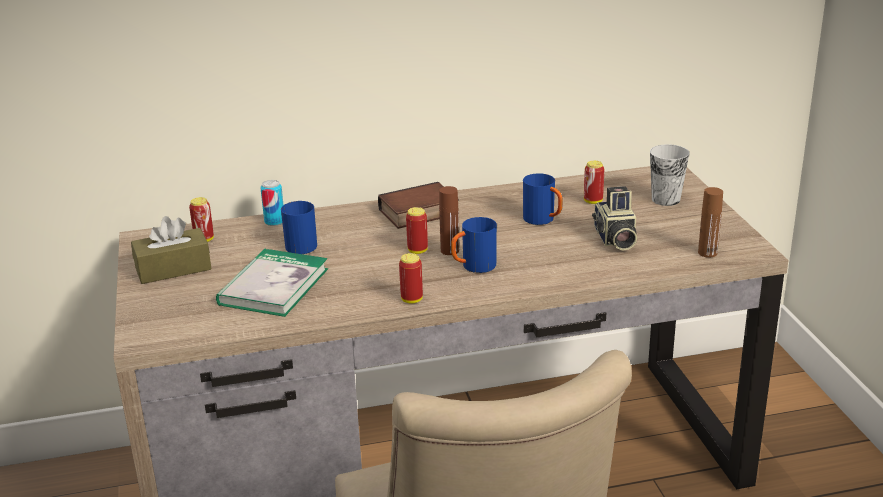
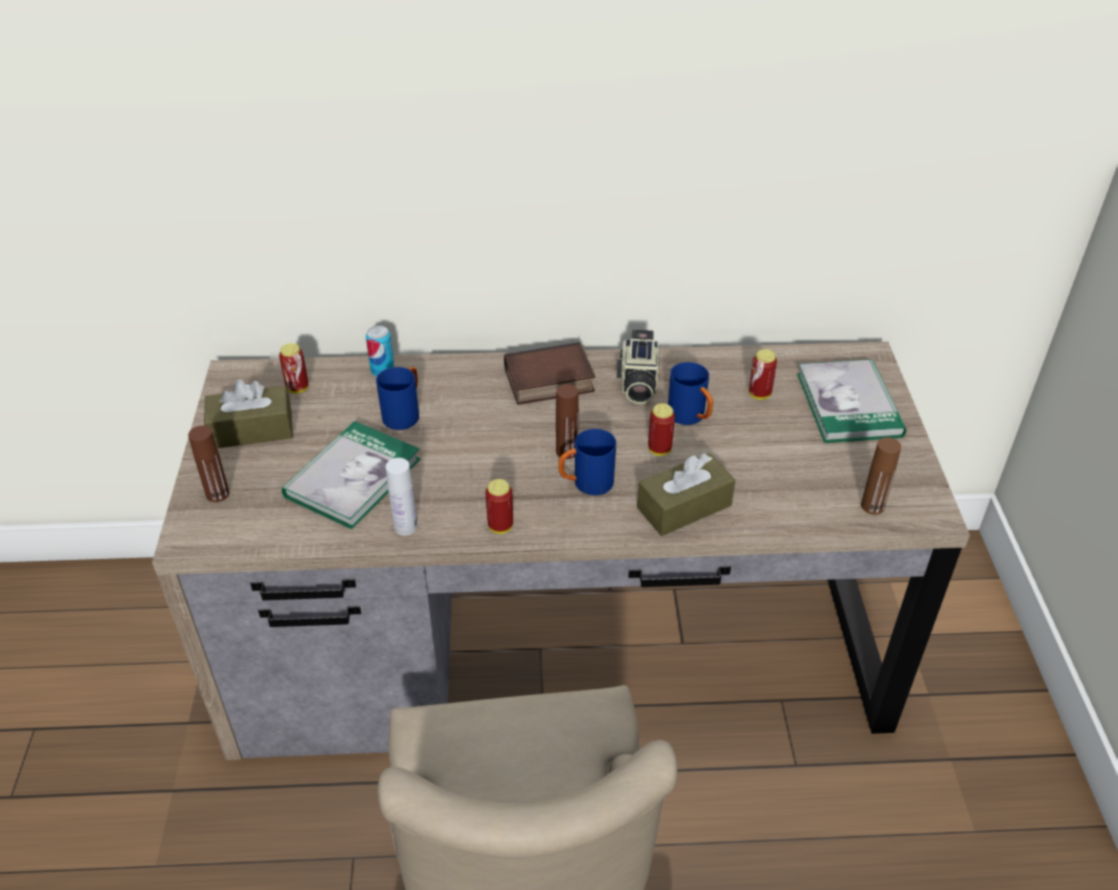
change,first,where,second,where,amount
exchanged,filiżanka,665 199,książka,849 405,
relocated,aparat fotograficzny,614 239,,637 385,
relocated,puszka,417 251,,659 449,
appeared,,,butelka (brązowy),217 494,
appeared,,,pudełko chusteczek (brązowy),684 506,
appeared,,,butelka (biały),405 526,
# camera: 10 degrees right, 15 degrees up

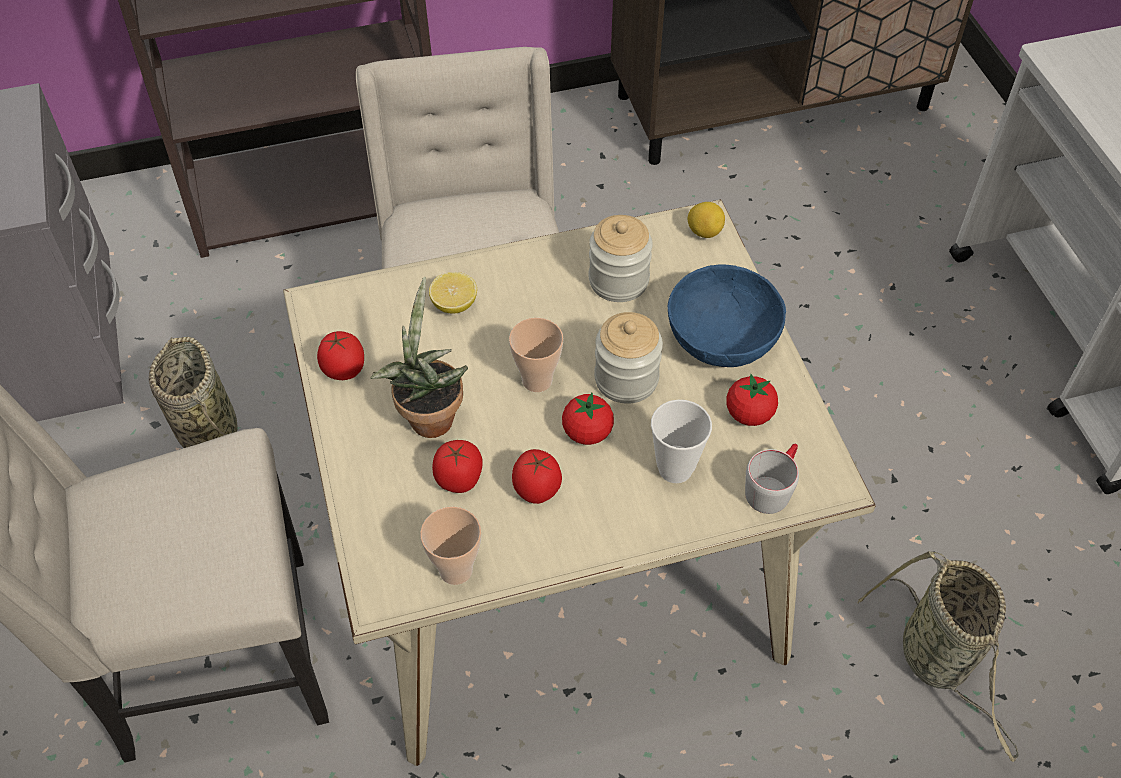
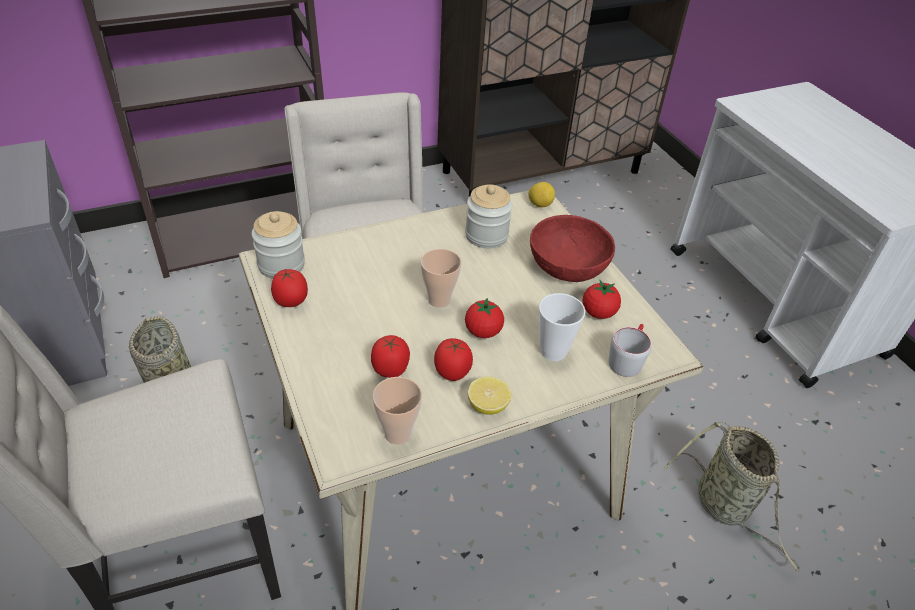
change,first,where,second,where,amount
colour,miska (niebieski),721 339,miska (czerwony),567 267,
relocated,cytryna,454 304,,488 406,
missing,roślina doniczkowa,428 415,,,
relocated,słoik,626 379,,281 265,
# camera: 10 degrees left, 10 degrees down

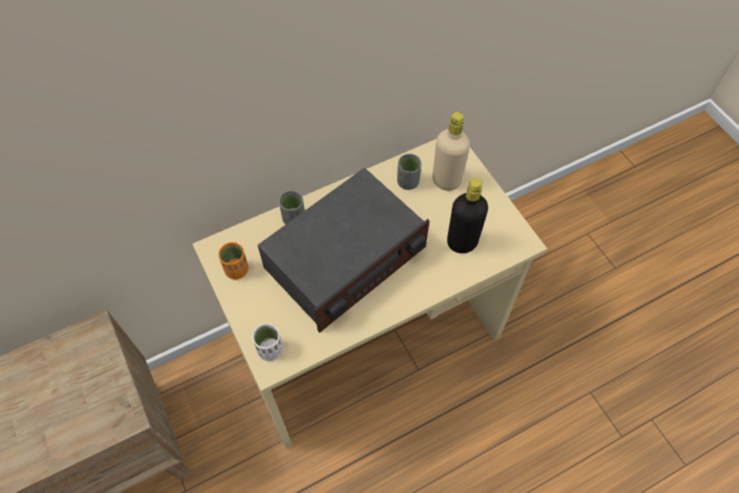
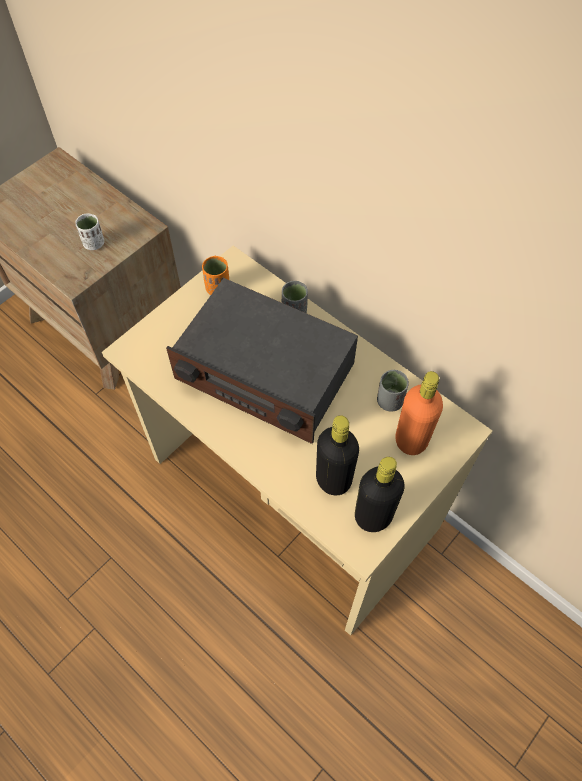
change,first,where,second,where,amount
colour,butelka (beżowy),446 180,butelka (pomarańczowy),411 440,
relocated,filiżanka (biały),270 350,,94 243,
appeared,,,butelka (czarny),373 516,
# camera: 70 degrees right, 0 degrees up

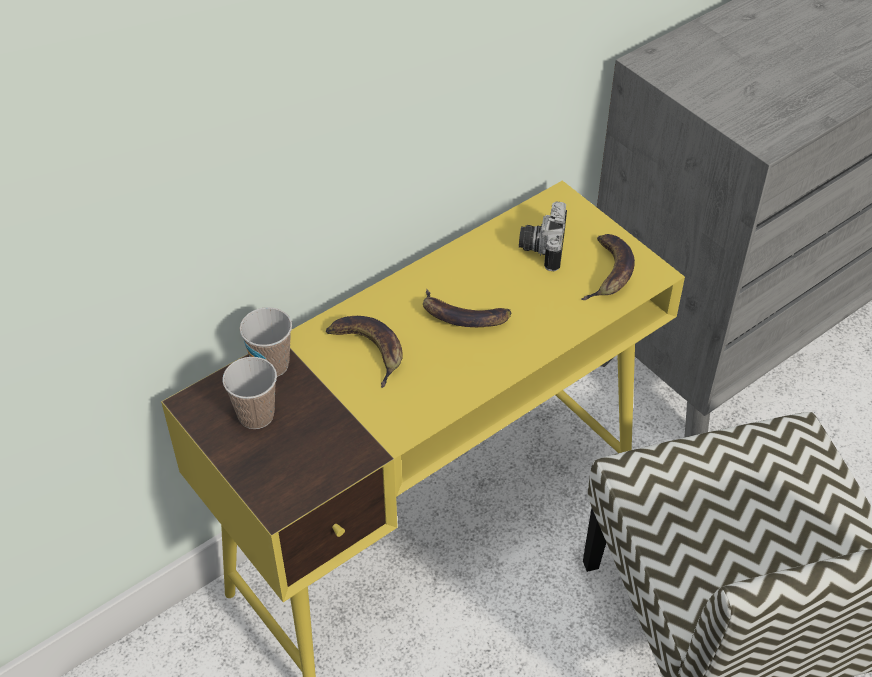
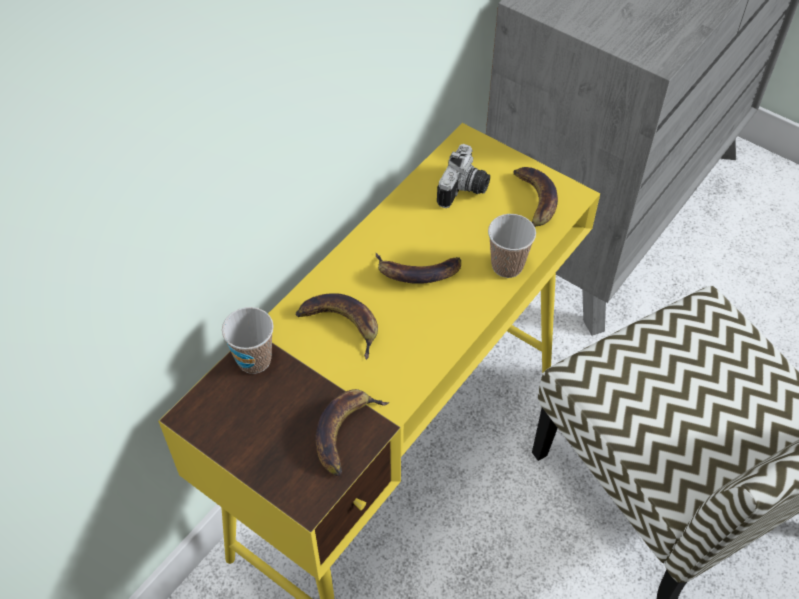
change,first,where,second,where,amount
spun,aparat fotograficzny,541 247,,465 190,150 degrees counterclockwise
relocated,filiżanka,256 415,,507 266,
appeared,,,banan,345 431,
# camera: 15 degrees left, 5 degrees up

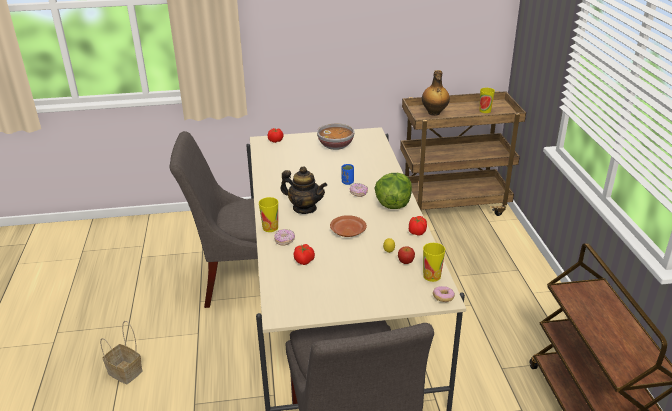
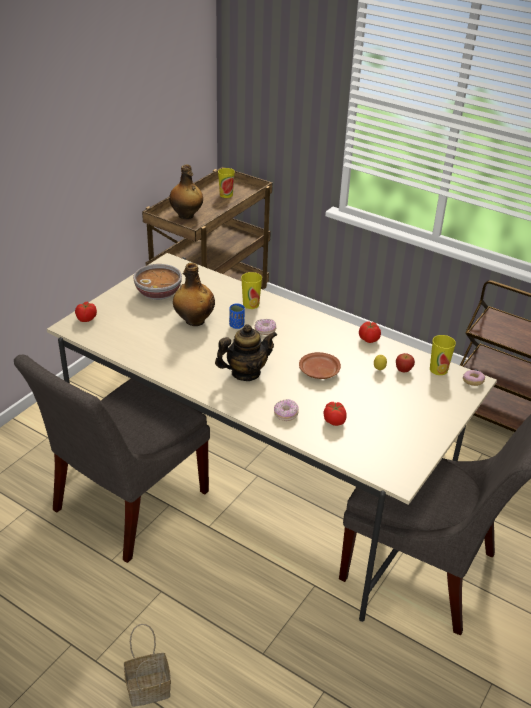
change,first,where,second,where,amount
missing,sałata,393 204,,,
relocated,filiżanka,270 227,,251 304,
appeared,,,butelka,194 321,
# camera: 50 degrees left, 5 degrees up

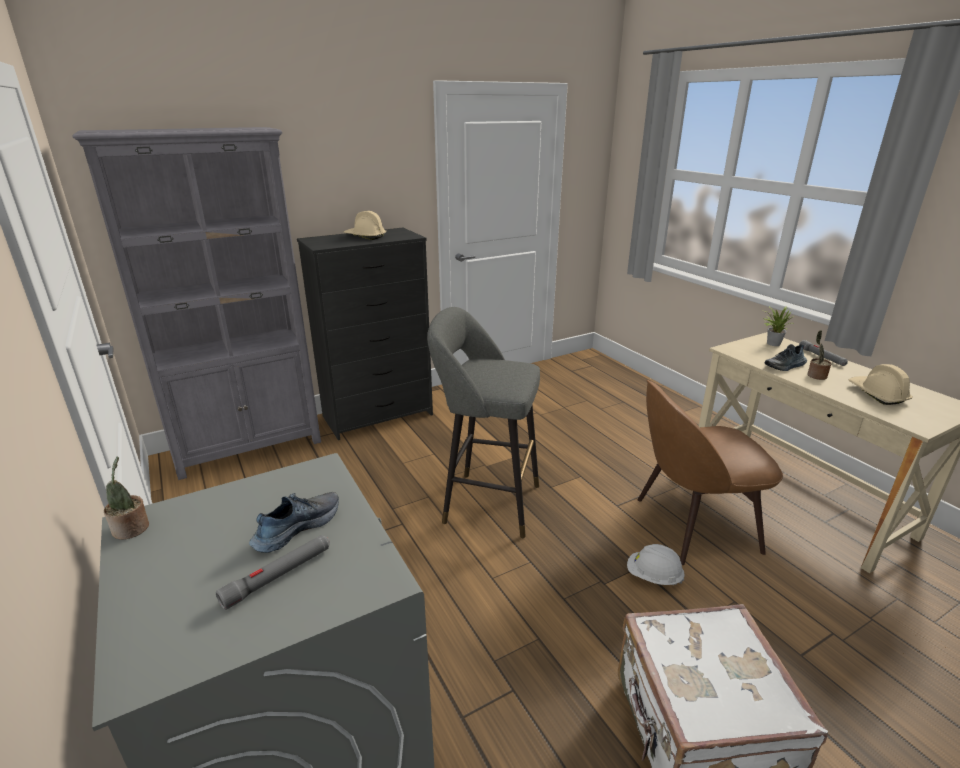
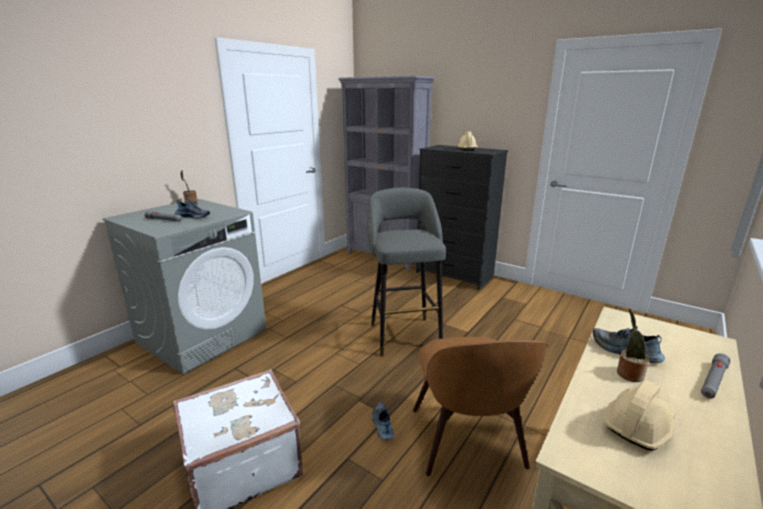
change,first,where,second,where,amount
missing,roślina doniczkowa,771 343,,,
spun,krzesło (brązowy),691 525,,467 441,150 degrees counterclockwise
exchanged,kask (biały),653 577,but,382 424,
# camera: 65 degrees right, 5 degrees down

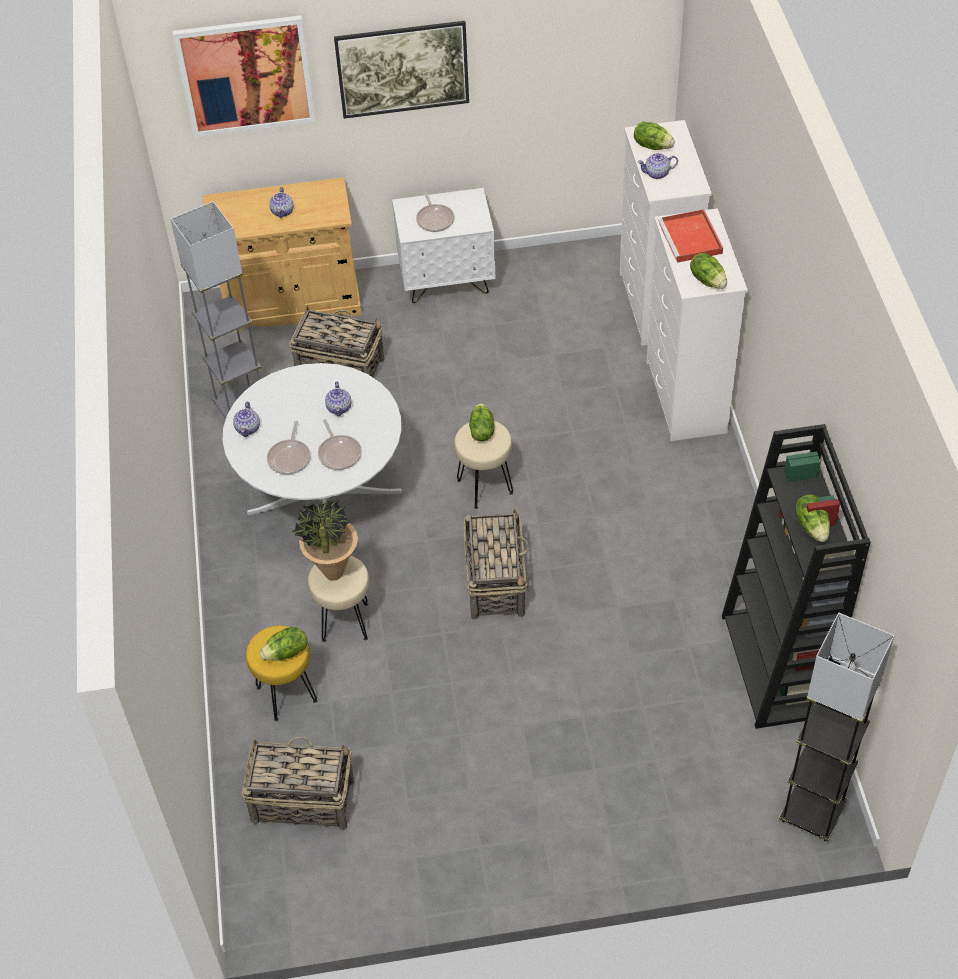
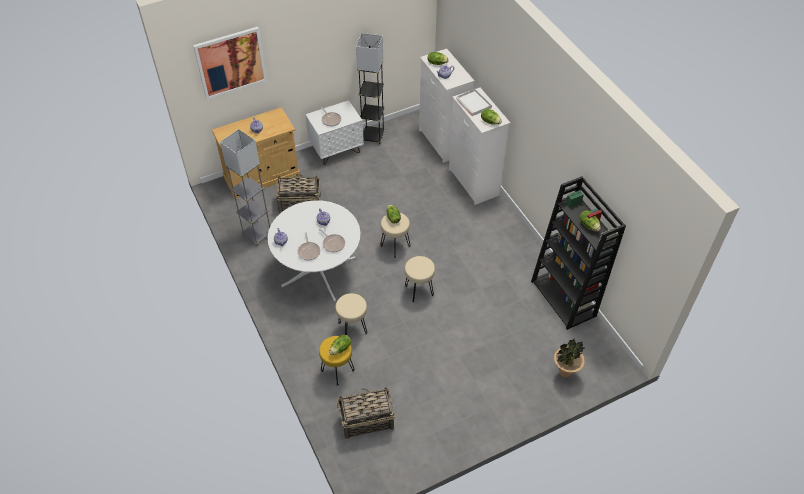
change,first,where,second,where,amount
missing,obraz,404 89,,,
colour,taca (czerwony),691 239,taca (biały),474 104,
relocated,roślina doniczkowa,333 573,,564 374,
exchanged,koszyk,495 581,stołek (beżowy),418 290,
relocated,lampa stojąca (szary),812 813,,373 136,
# camera: 20 degrees left, 0 degrees up

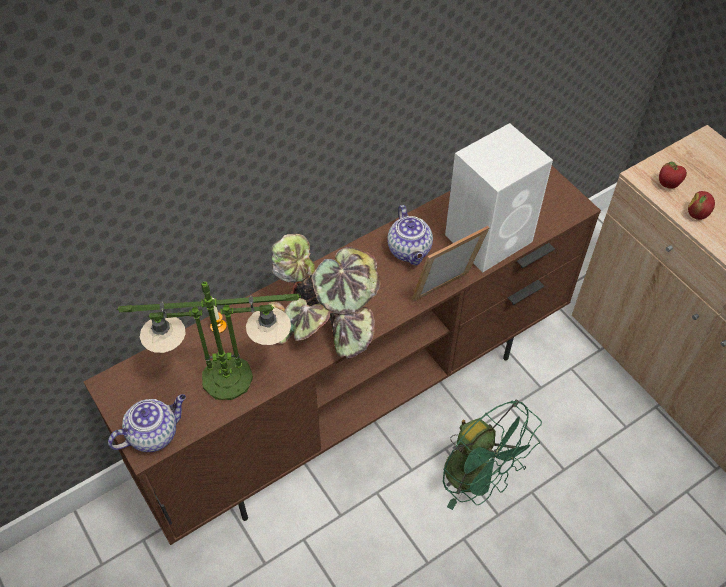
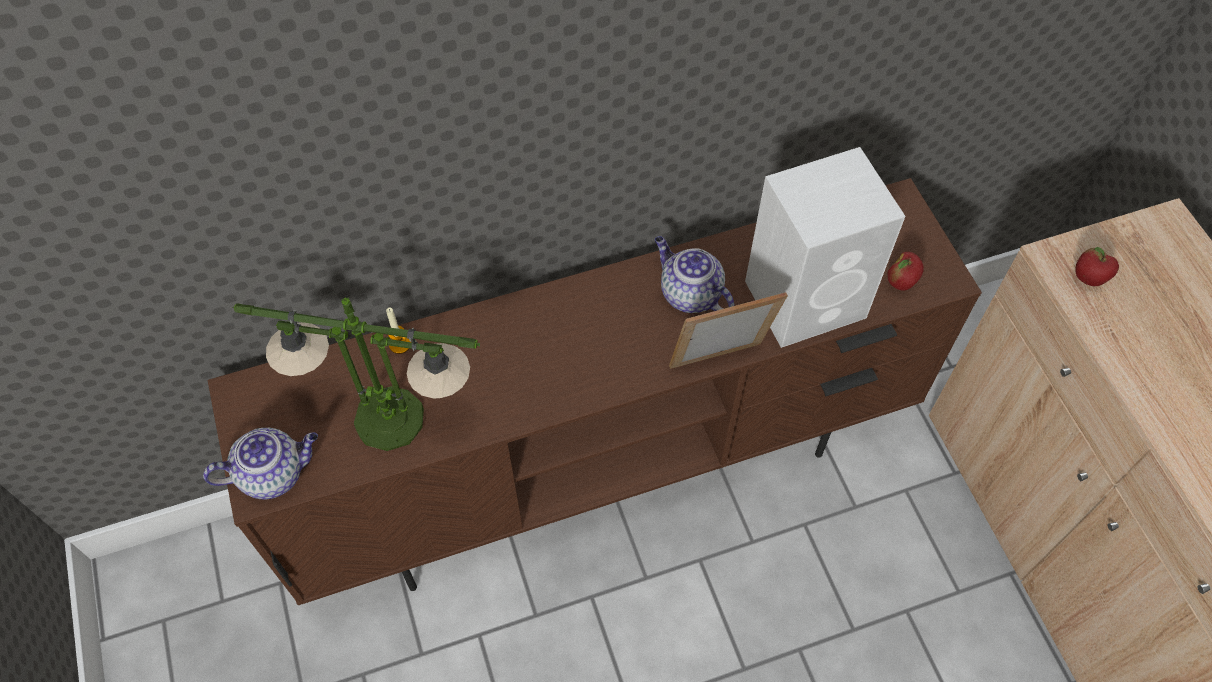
change,first,where,second,where,amount
relocated,jabłko,697 215,,901 282,
spun,imbryk,410 251,,689 294,135 degrees clockwise
missing,roślina doniczkowa,325 322,,,
missing,wentylator (zielony),478 478,,,
# camera: 15 degrees right, 5 degrees up

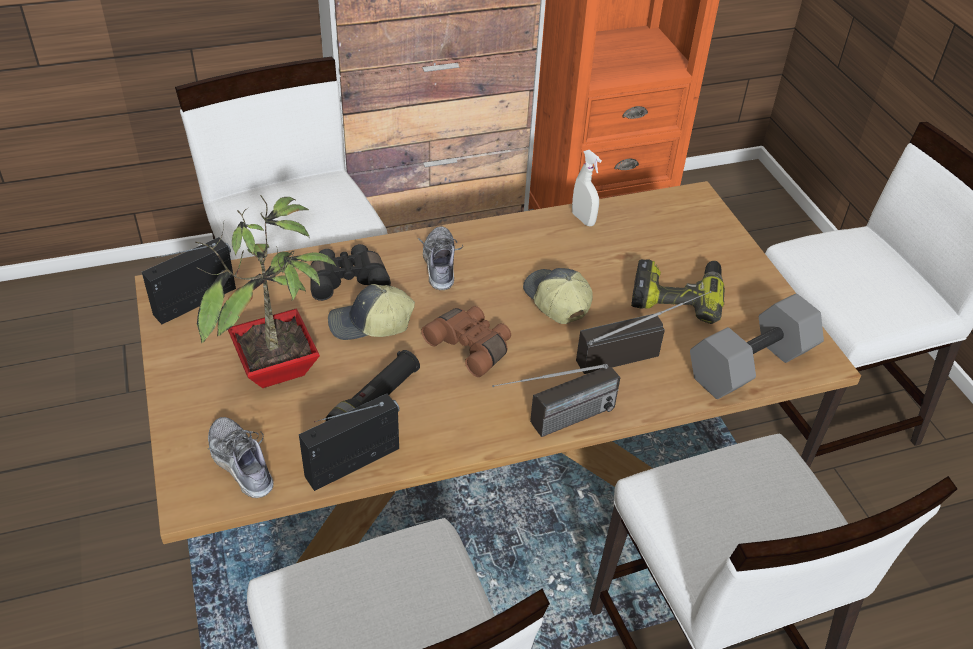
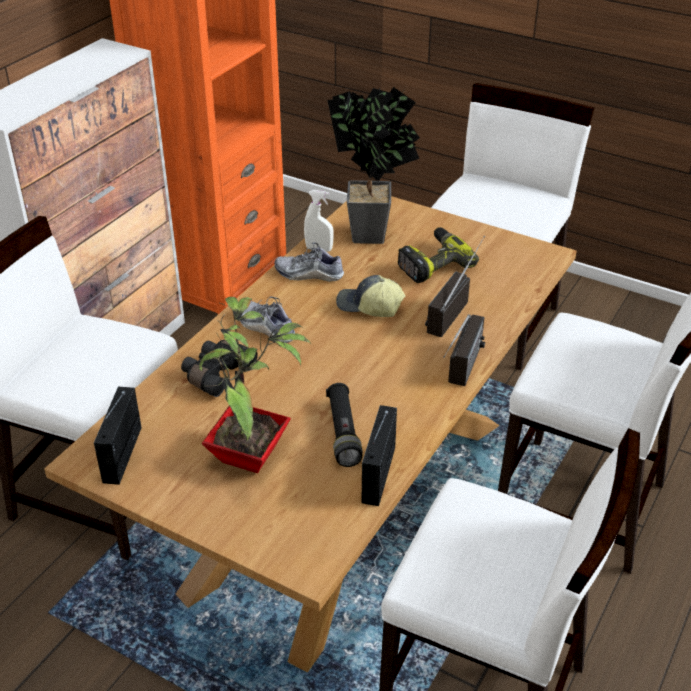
change,first,where,second,where,amount
missing,czapka z daszkiem,370 325,,,
missing,hantel (szary),751 367,,,
missing,lornetka (brązowy),471 346,,,
relocated,but,241 464,,309 274,
appeared,,,roślina doniczkowa,374 237,
# camera: 40 degrees left, 5 degrees down

